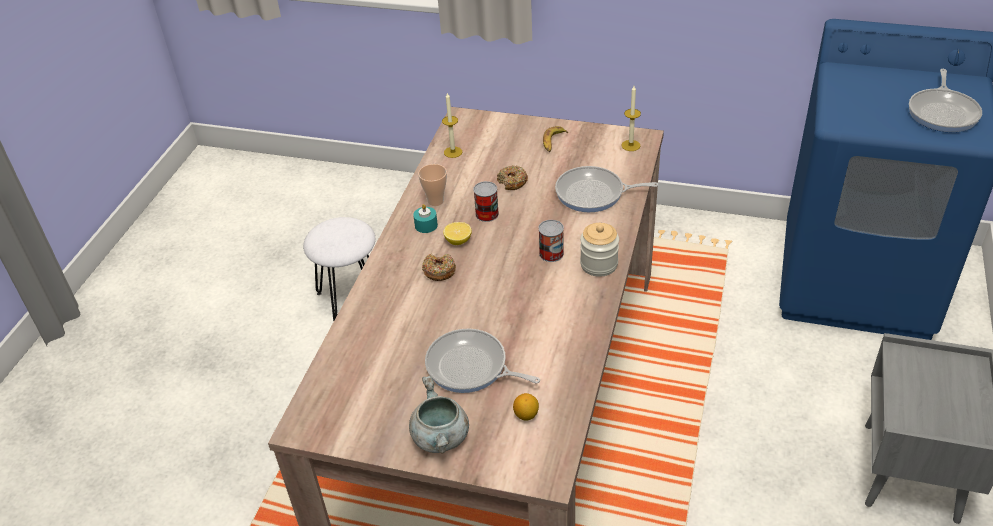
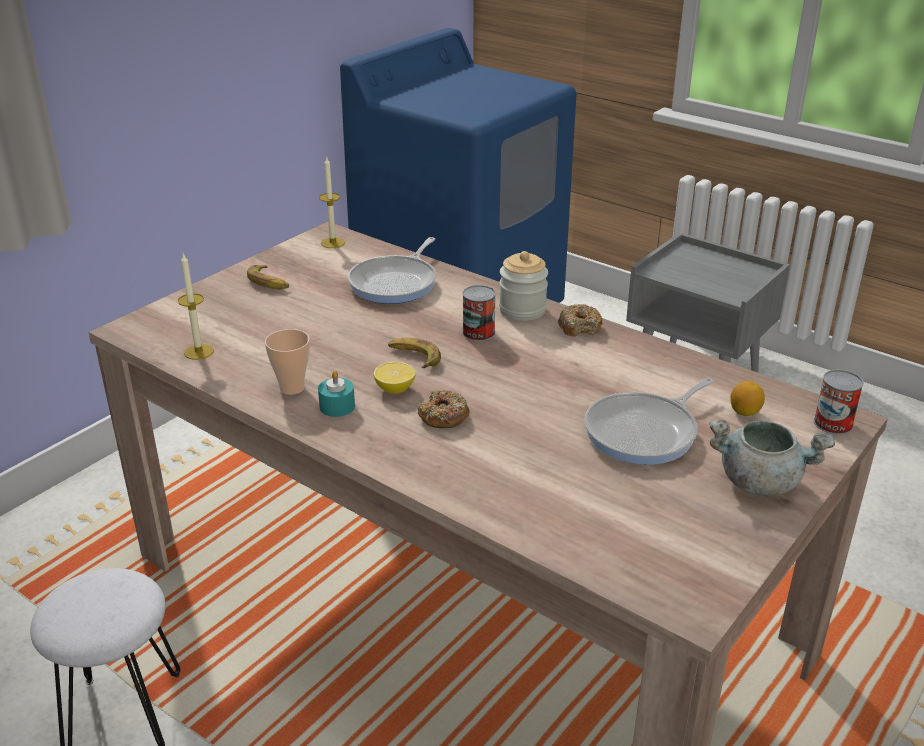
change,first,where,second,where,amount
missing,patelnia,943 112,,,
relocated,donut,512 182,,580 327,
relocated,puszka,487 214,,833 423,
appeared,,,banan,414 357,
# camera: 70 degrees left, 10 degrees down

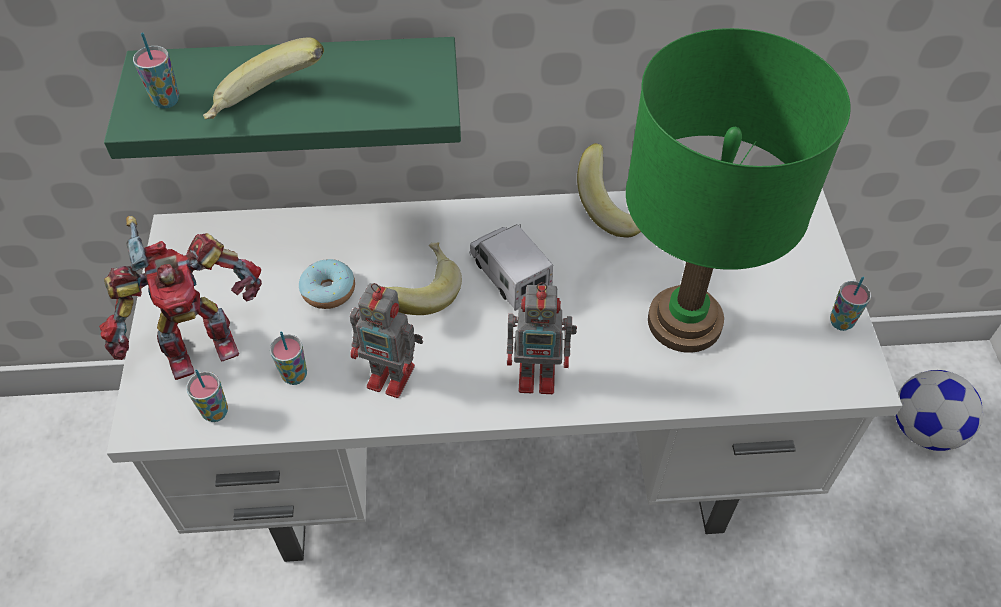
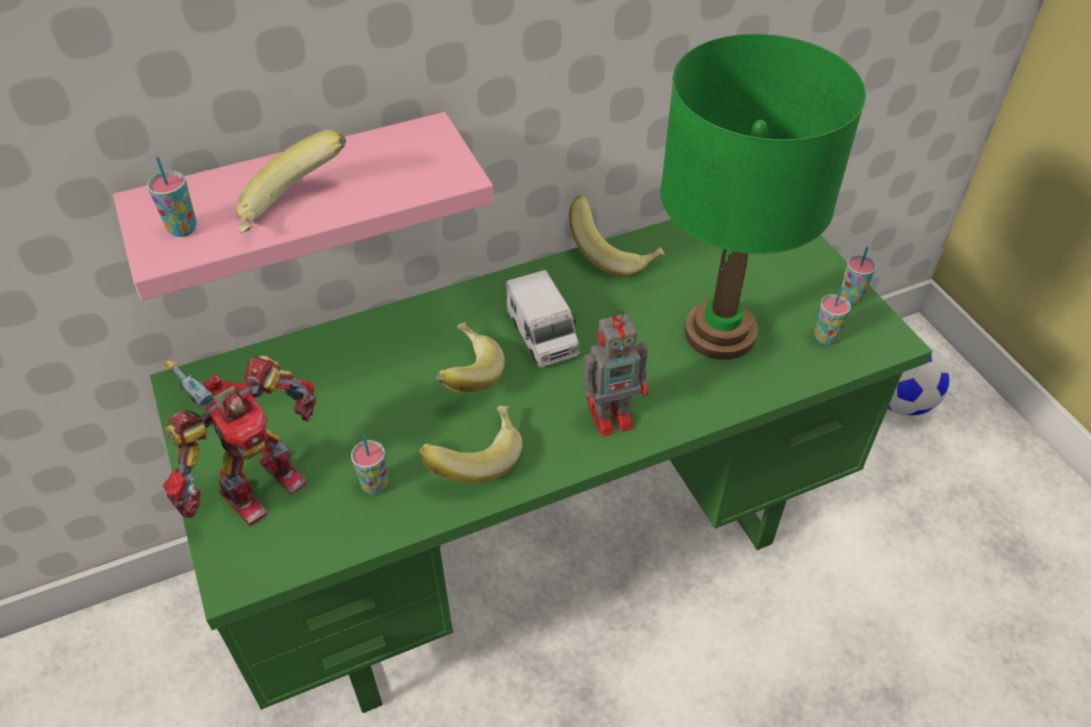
change,first,where,second,where,amount
colour,półka (zielony),302 91,półka (różowy),298 200,
colour,biurko (biały),502 469,biurko (zielony),545 551,
spun,ciężarówka zabawkowa,509 275,,542 336,150 degrees counterclockwise
missing,donut,328 291,,,
exchanged,robot zabawkowy,393 377,banan,474 457,
relocated,filiżanka,215 412,,825 338,
# camera: 20 degrees left, 5 degrees down

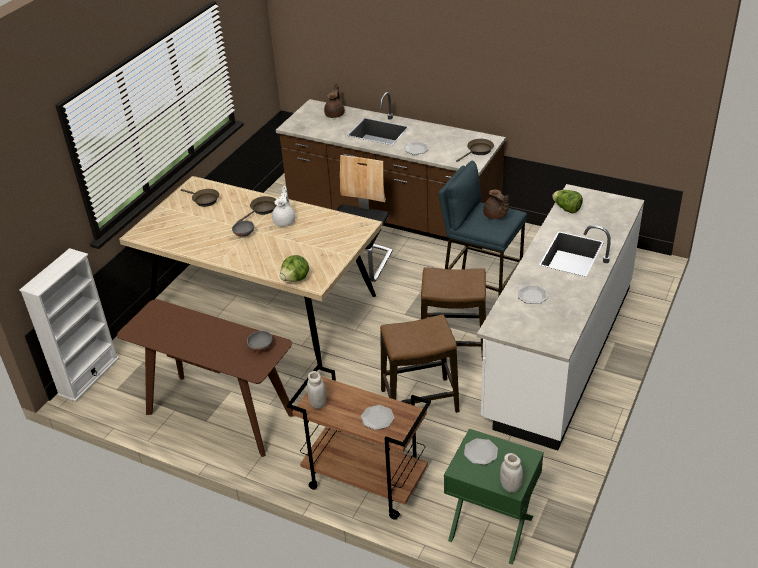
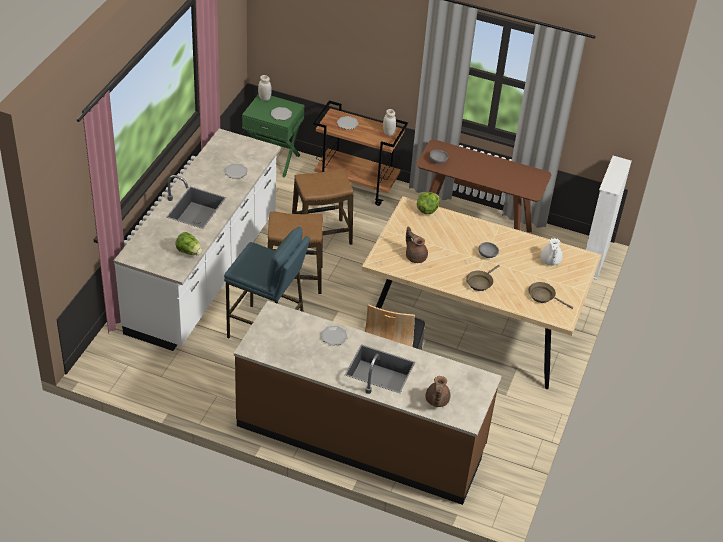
change,first,where,second,where,amount
missing,patelnia (brązowy),478 151,,,
relocated,imbryk (biały),285 221,,550 261,
relocated,imbryk (brązowy),495 216,,415 256,
# camera: 170 degrees right, 5 degrees up

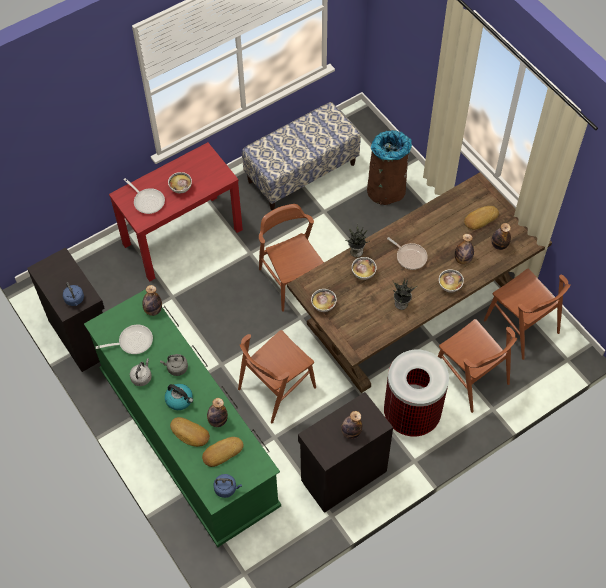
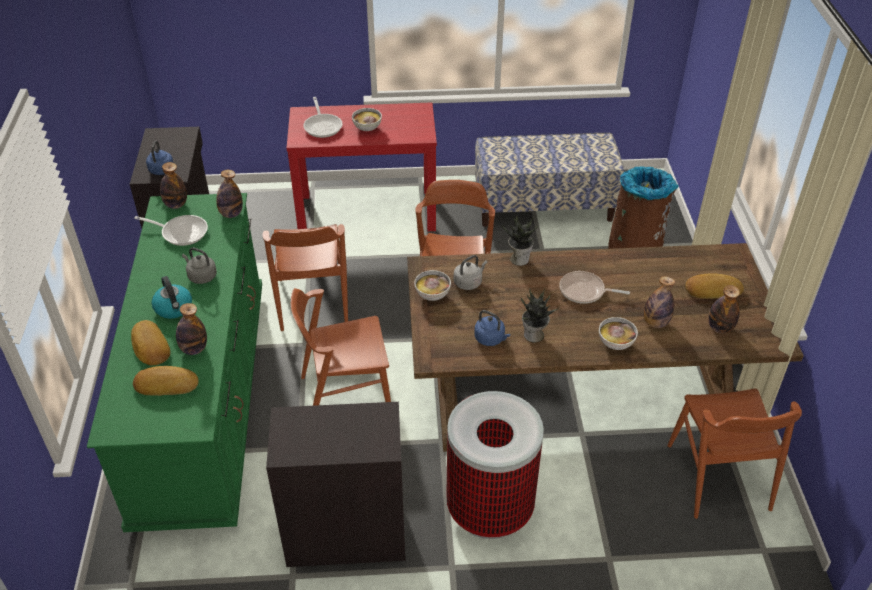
change,first,where,second,where,amount
spun,patelnia,410 257,,584 291,120 degrees clockwise
missing,miska,363 273,,,
relocated,krzesło (brązowy),470 377,,313 301,
relocated,czajnik (szary),142 377,,469 282,
relocated,butelka,351 432,,176 205,
relocated,czajnik (niebieski),226 488,,491 339,
# camera: 30 degrees right, 15 degrees down

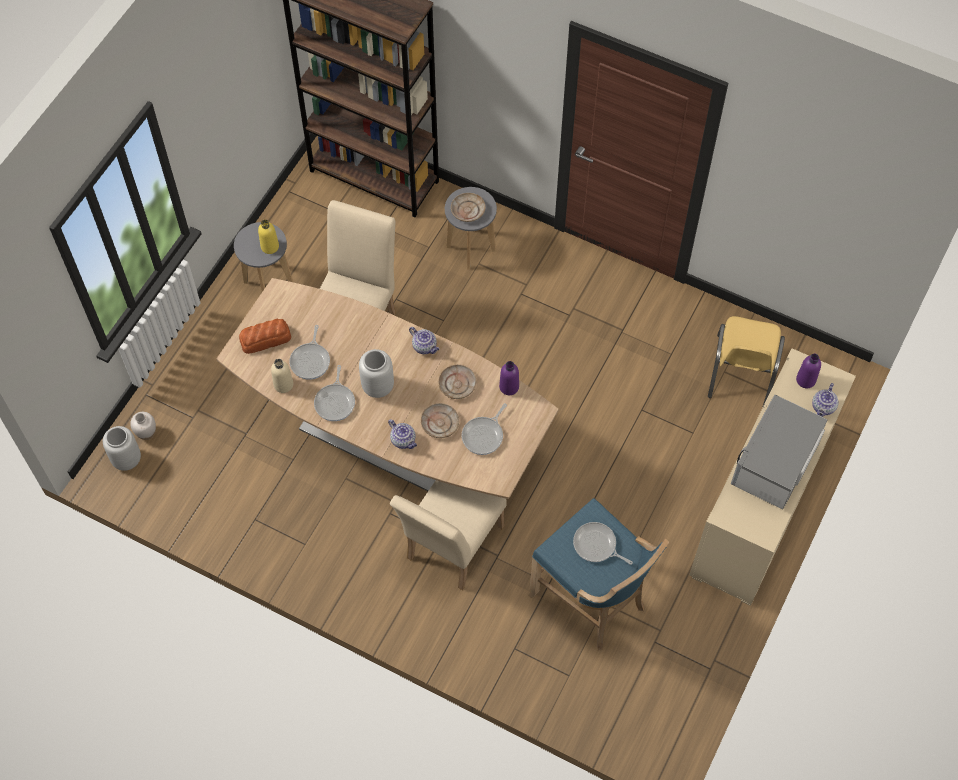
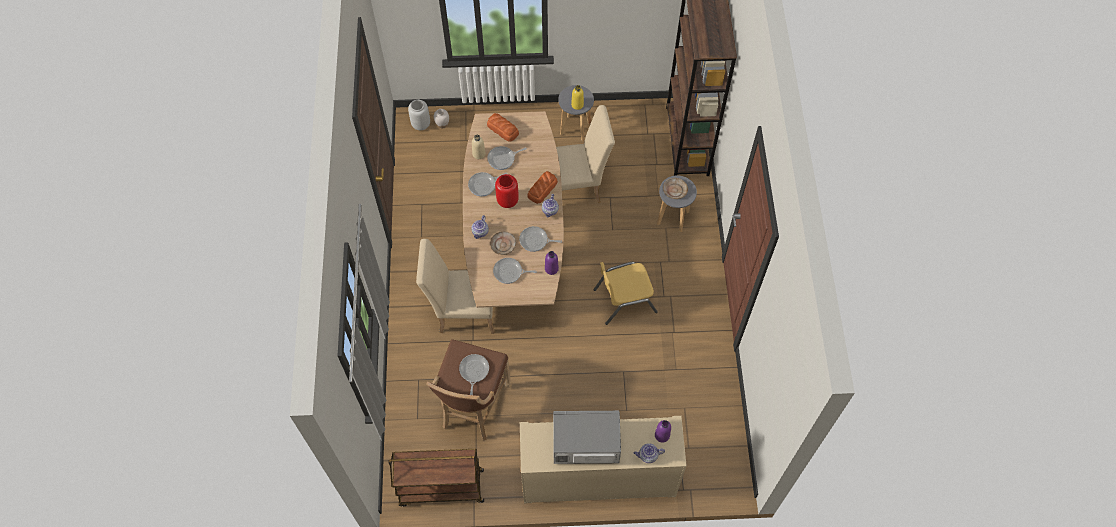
change,first,where,second,where,amount
relocated,krzesło (żółty),741 372,,624 300,
colour,wazon (szary),378 386,wazon (czerwony),508 200,
exchanged,talerz (beżowy),457 384,patelnia,535 241,
colour,stołek (niebieski),592 601,stołek (brązowy),473 407,
appeared,,,chleb,542 189,
appeared,,,wózek (brązowy),441 488,
# camera: 60 degrees right, 0 degrees up

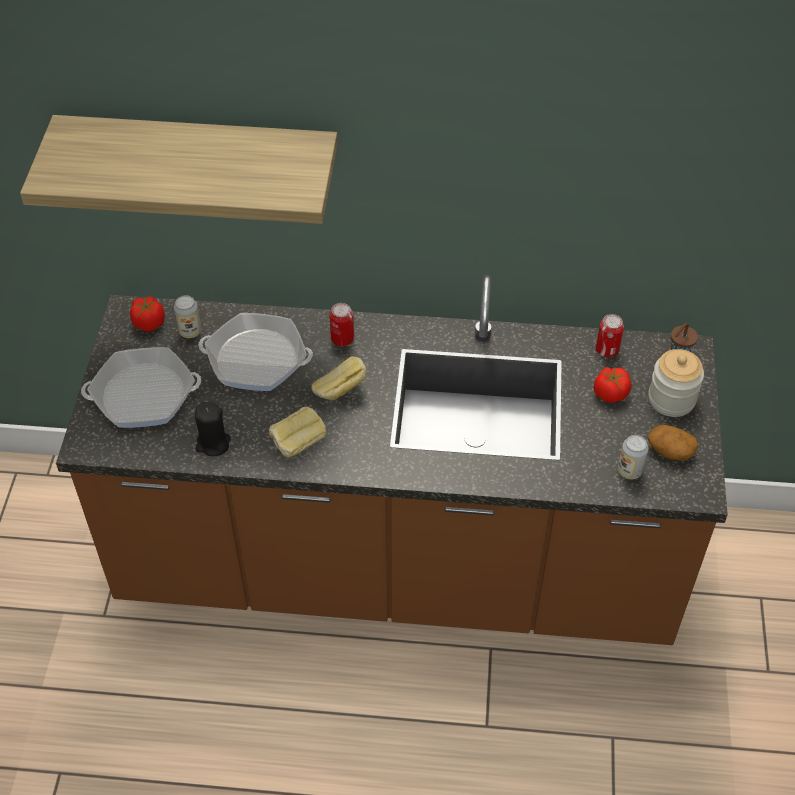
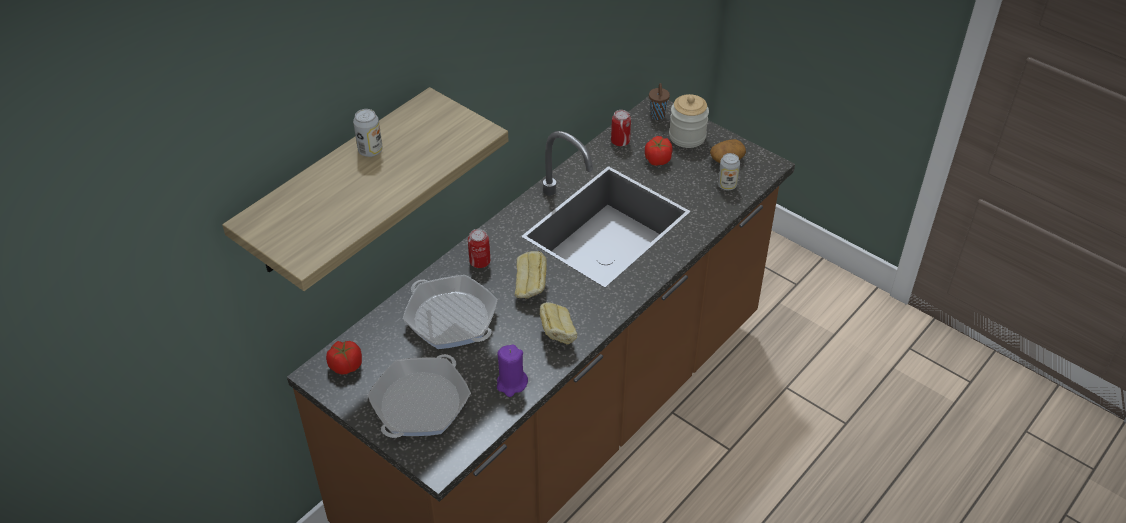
change,first,where,second,where,amount
relocated,puszka,190 331,,370 150,
spun,patelnia,256 359,,451 318,90 degrees counterclockwise
colour,świeca (czarny),213 444,świeca (fioletowy),511 383,
# camera: 55 degrees left, 5 degrees down

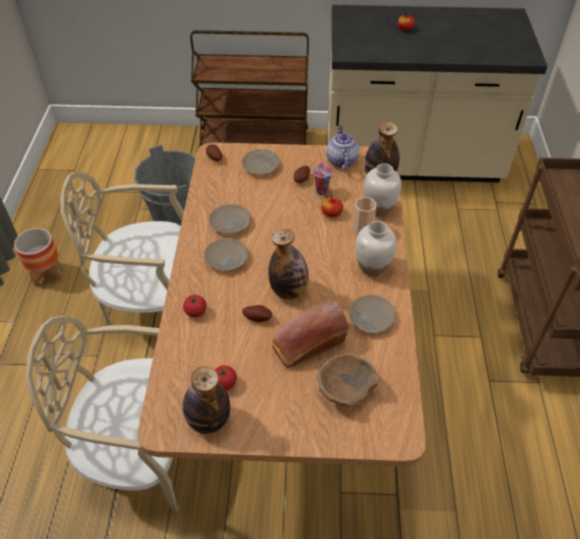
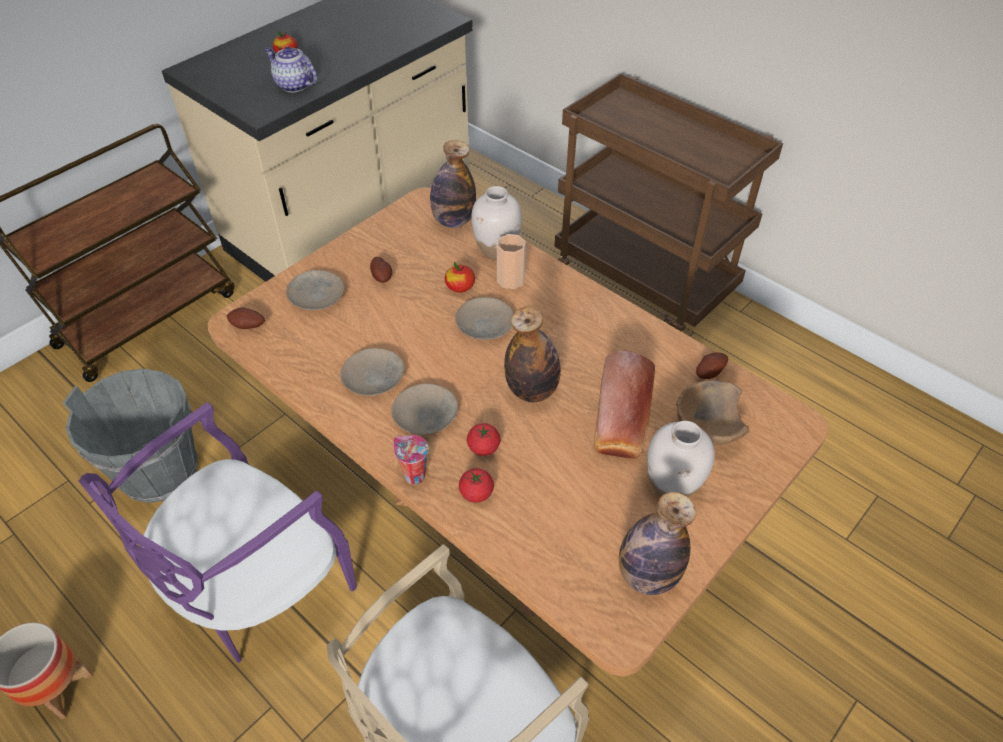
change,first,where,second,where,amount
relocated,imbryk,341 160,,293 85,
relocated,filiżanka,321 190,,413 475,
colour,krzesło (beżowy),150 301,krzesło (fioletowy),255 588,
relocated,wazon (biały),372 267,,672 486,
relocated,talerz (beżowy),371 318,,485 325,
relocated,ziemniak,257 317,,708 372,
relocated,pomidor,224 383,,483 447,
# camera: 50 degrees left, 0 degrees up

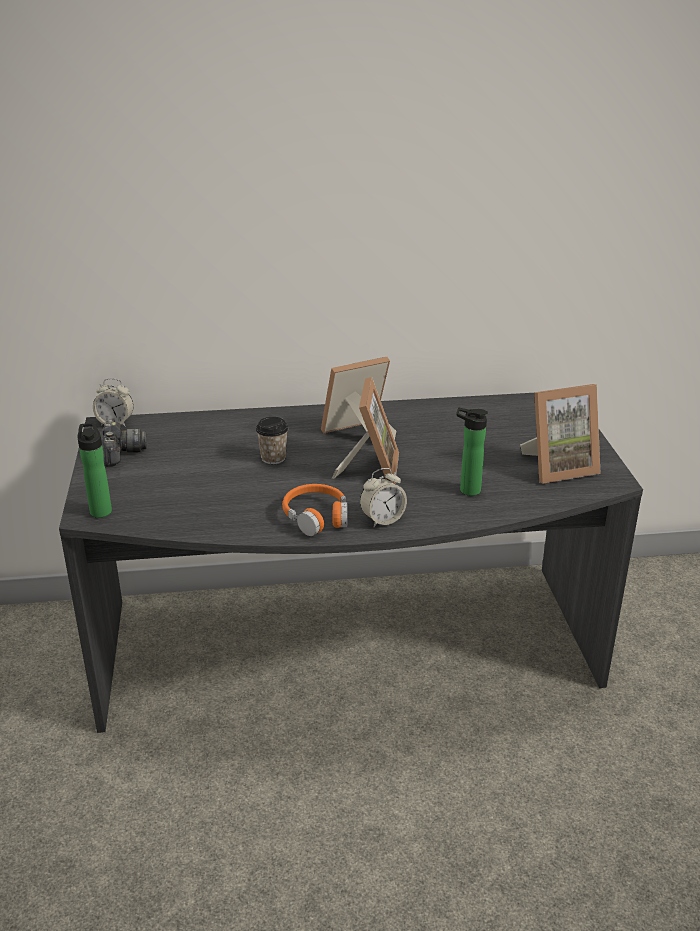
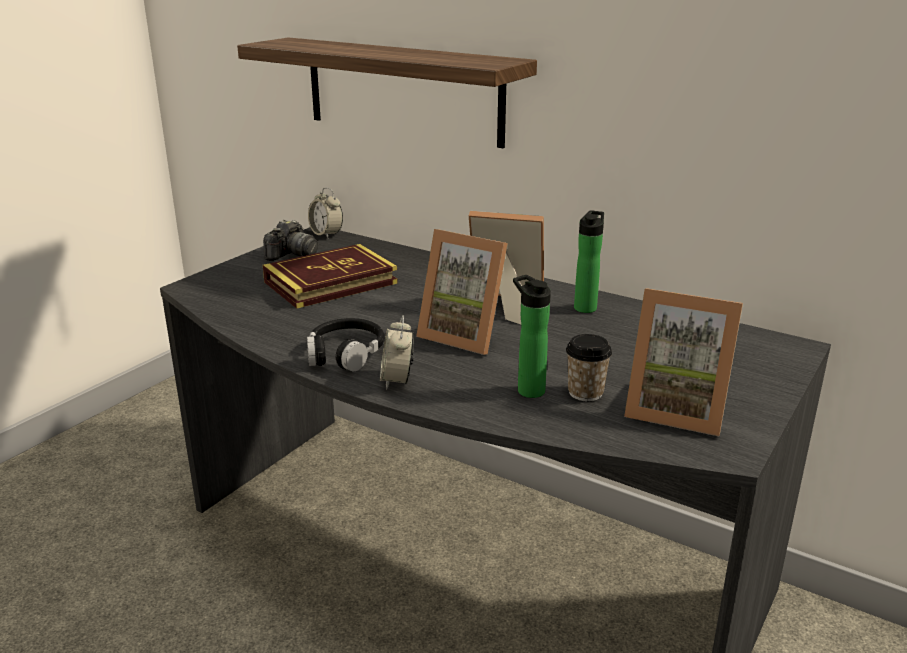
change,first,where,second,where,amount
spun,ramka na zdjęcie,370 468,,465 335,75 degrees clockwise
relocated,filiżanka,273 458,,585 393,
relocated,butelka,100 510,,586 307,
spun,budzik,382 520,,397 380,75 degrees clockwise
colour,słuchawki (pomarańczowy),316 517,słuchawki (czarny),345 354,
appeared,,,półka,402 90,
appeared,,,książka,330 282,
# camera: 40 degrees right, 5 degrees down

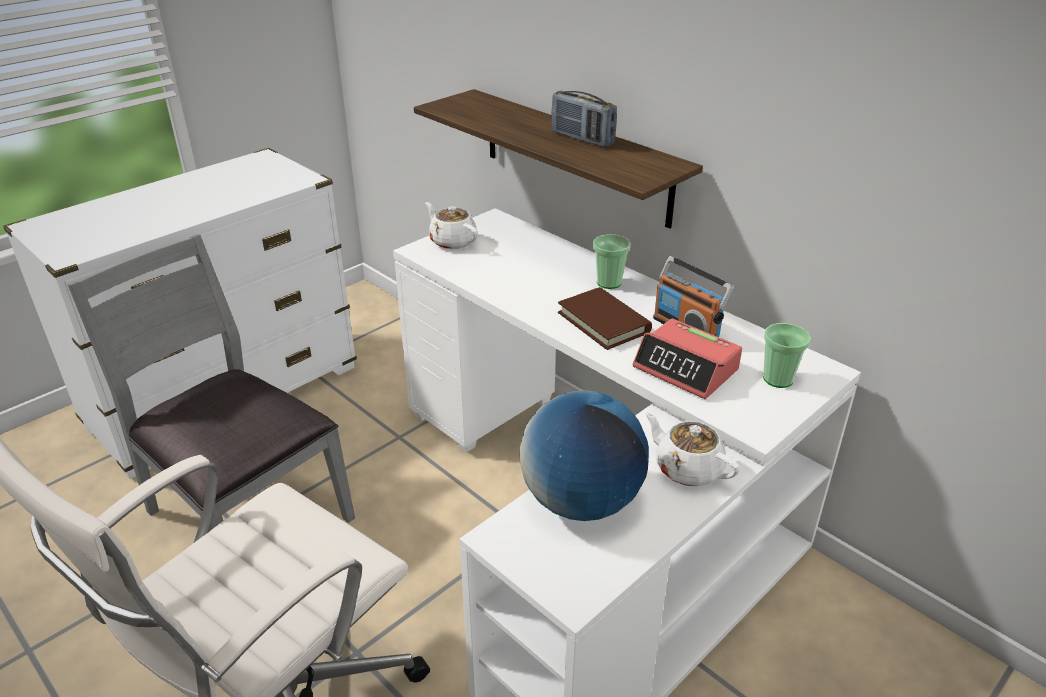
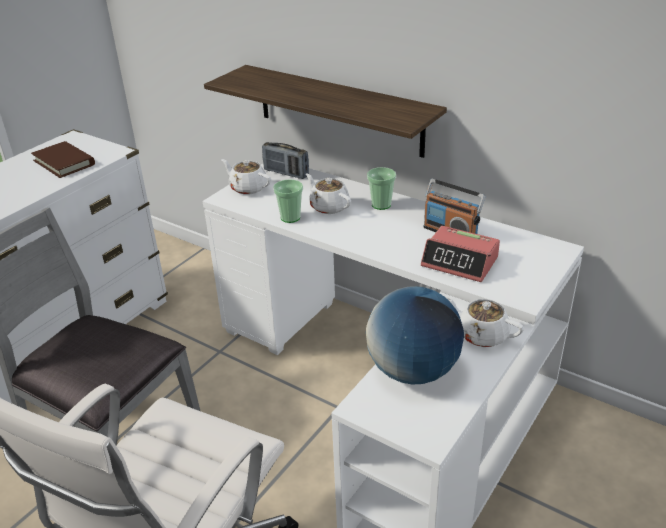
change,first,where,second,where,amount
relocated,radio,582 139,,286 173,
relocated,książka (brązowy),603 322,,64 162,
relocated,filiżanka,778 379,,290 217,
appeared,,,imbryk (biały),329 206,
# camera: 10 degrees left, 0 degrees up

